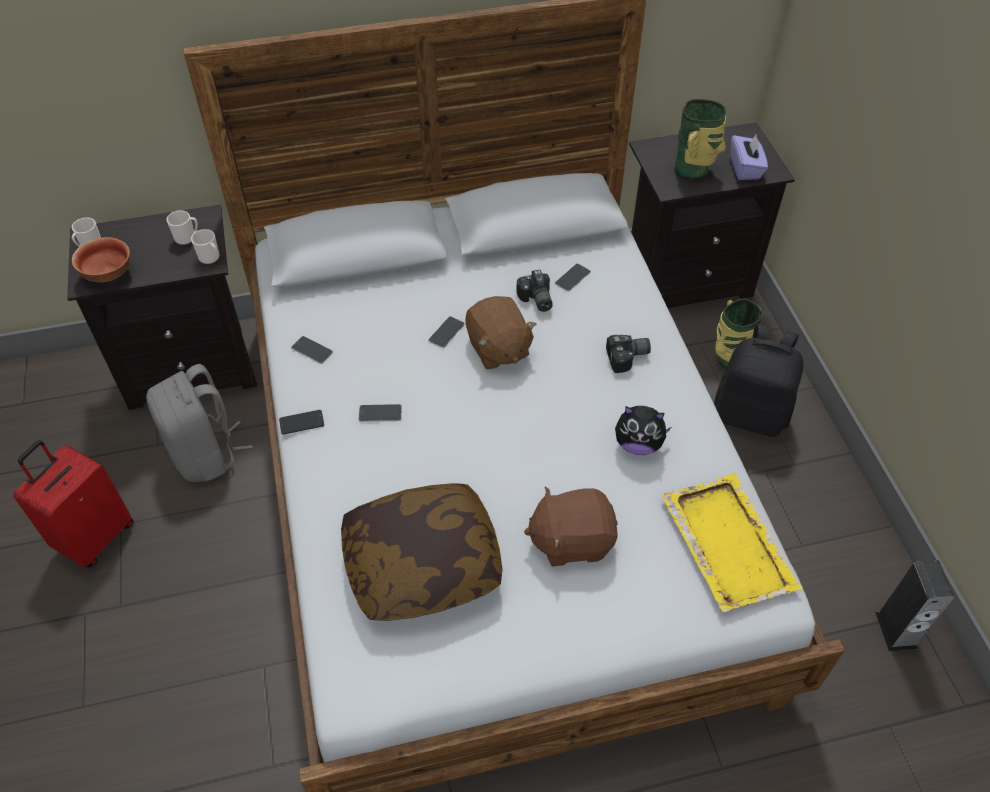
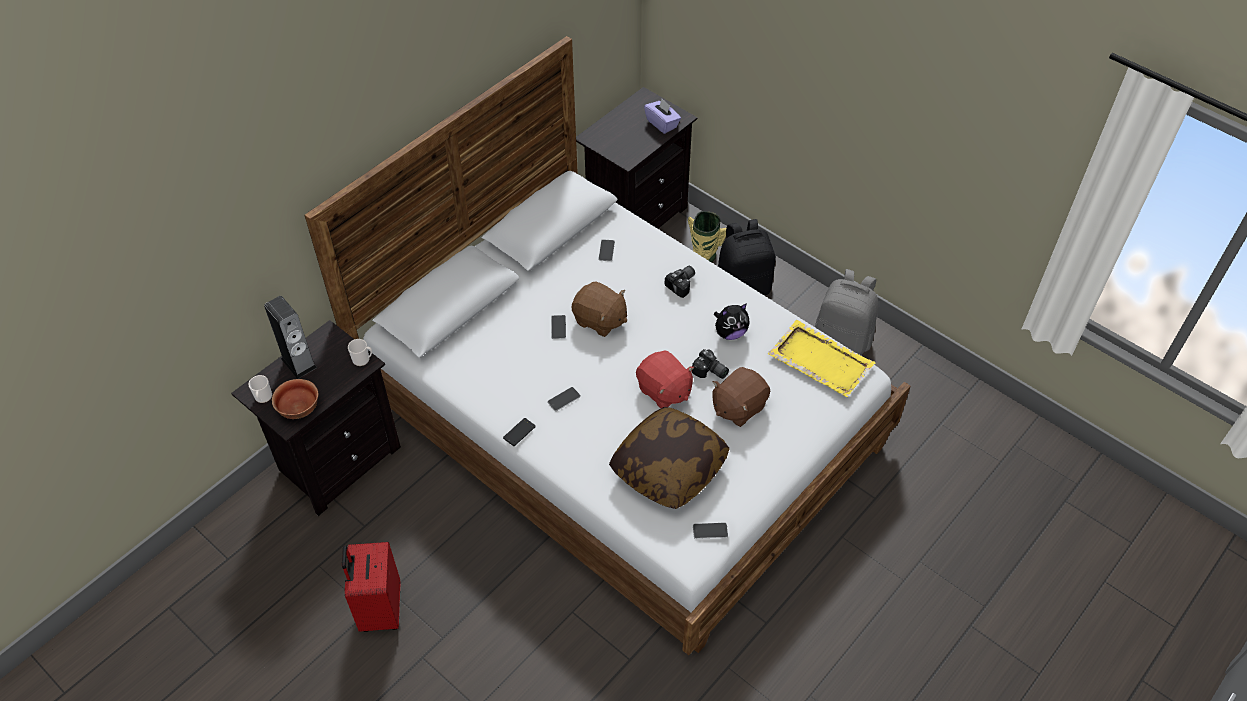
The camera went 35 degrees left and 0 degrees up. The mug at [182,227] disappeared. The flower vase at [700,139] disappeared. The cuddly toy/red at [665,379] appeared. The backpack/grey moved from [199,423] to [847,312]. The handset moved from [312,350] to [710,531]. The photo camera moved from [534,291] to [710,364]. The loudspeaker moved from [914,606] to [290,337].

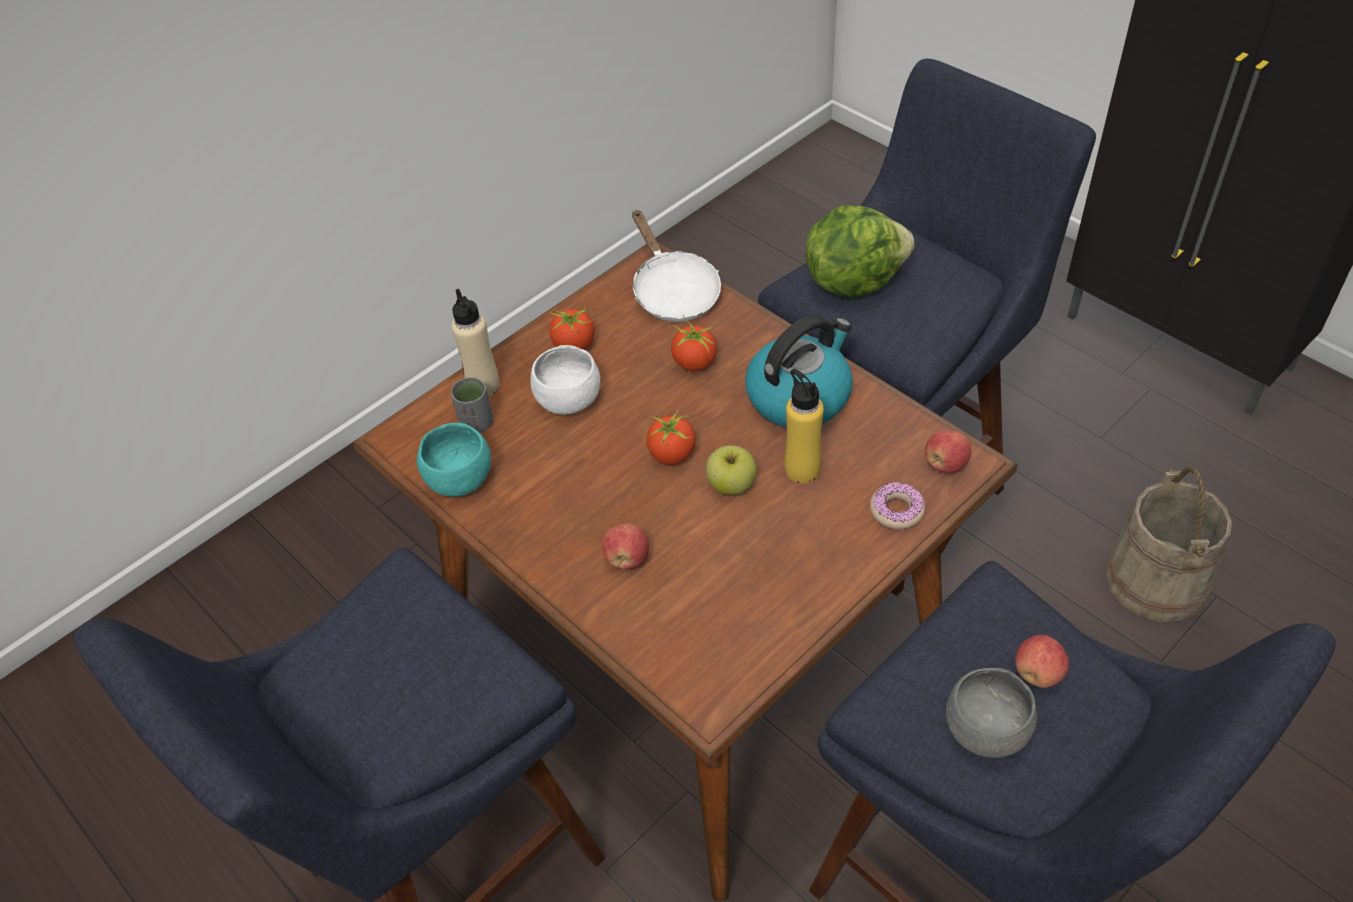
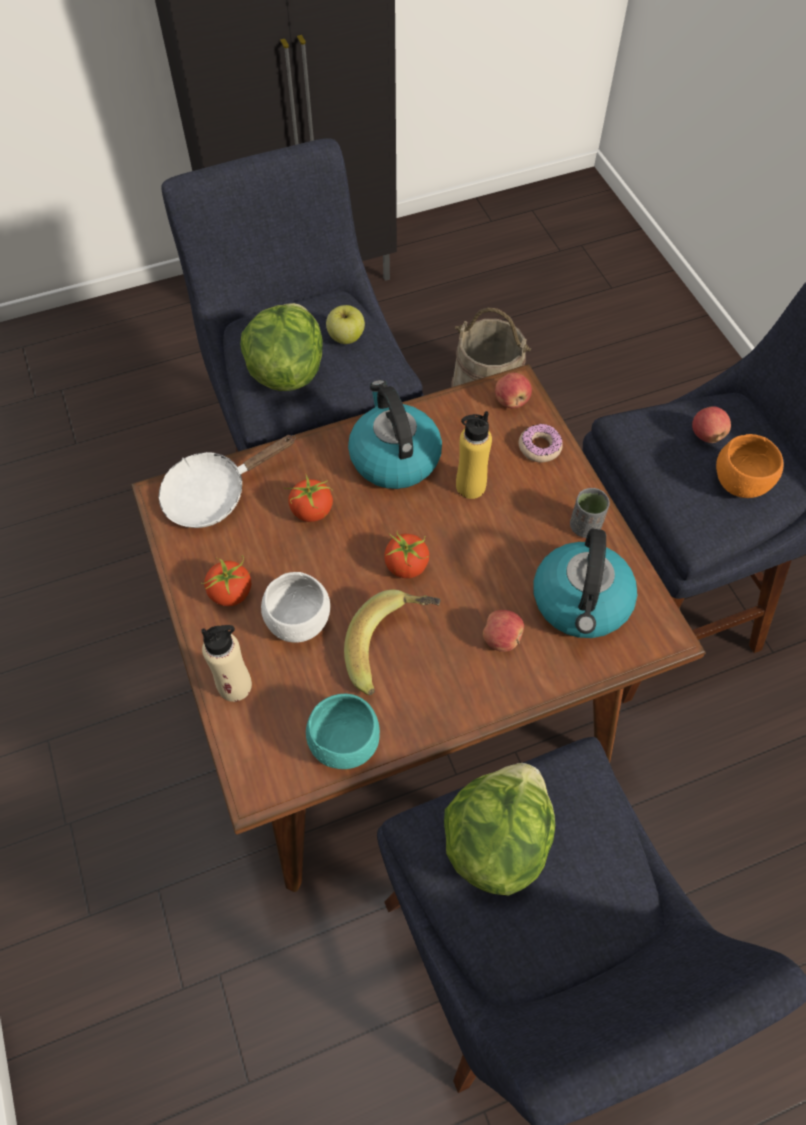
The camera went 70 degrees left and 10 degrees up. The banana fruit at [392,642] appeared. The head of lettuce at [499,829] appeared. The kettle at [585,583] appeared. The drinking cup/grey moved from [472,405] to [590,513]. The apple fruit moved from [731,470] to [345,324]. The serving bowl/grey at [991,713] became the serving bowl/orange-coloured at [749,466]. The frying pan/whitish at [676,266] turned 150 degrees clockwise.

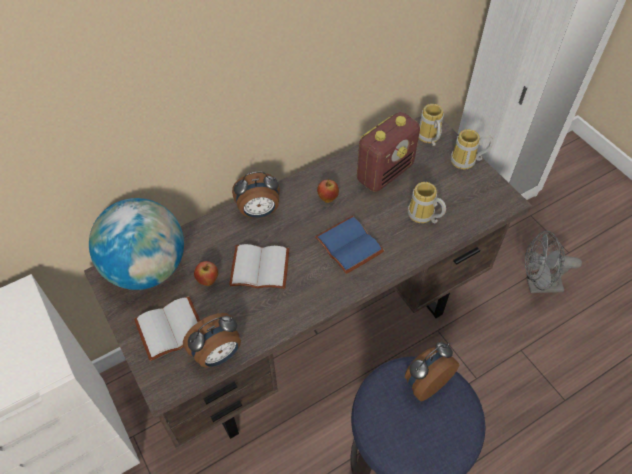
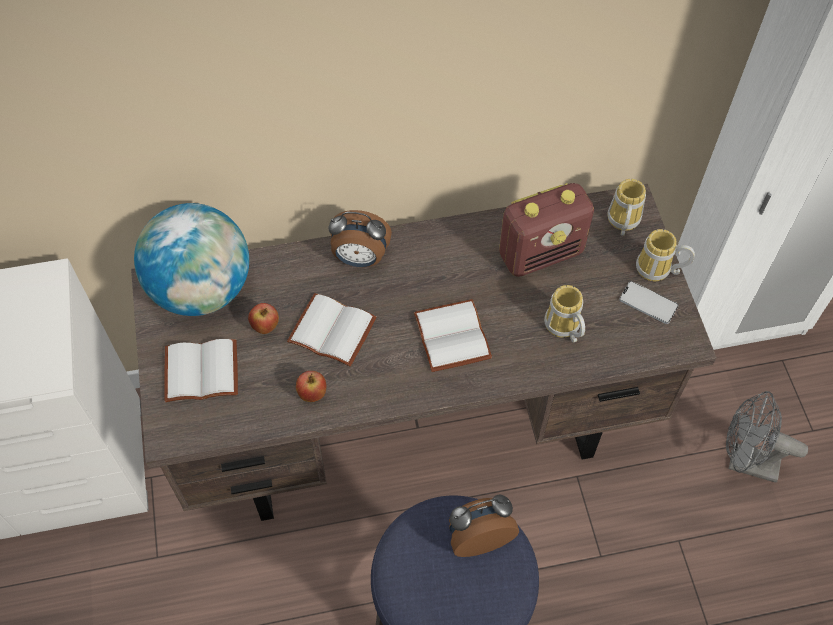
The camera went 20 degrees right and 5 degrees up. The alarm clock at [212,340] disappeared. The handset at [648,302] appeared. The apple fruit moved from [328,191] to [311,386]. The volume/blue-coloured at [349,245] became the volume/whitish at [453,335].

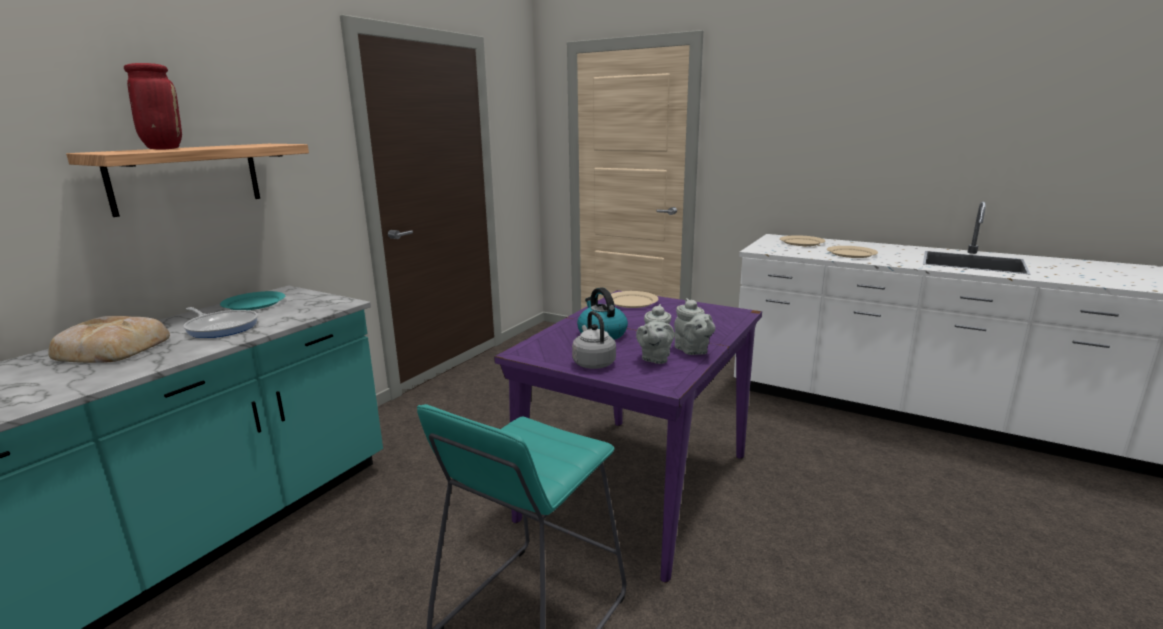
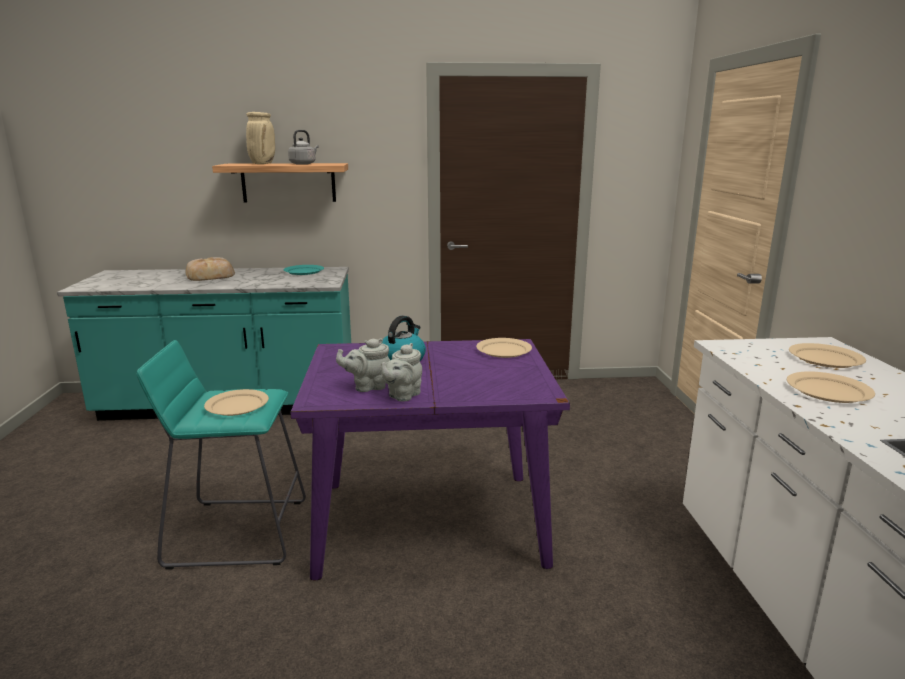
The camera went 55 degrees right and 0 degrees up. The frying pan at [220,322] disappeared. The flat dish/sand-coloured at [236,402] appeared. The kettle/grey moved from [594,340] to [303,147]. The flower vase/red at [153,106] became the flower vase/sand-coloured at [260,138].

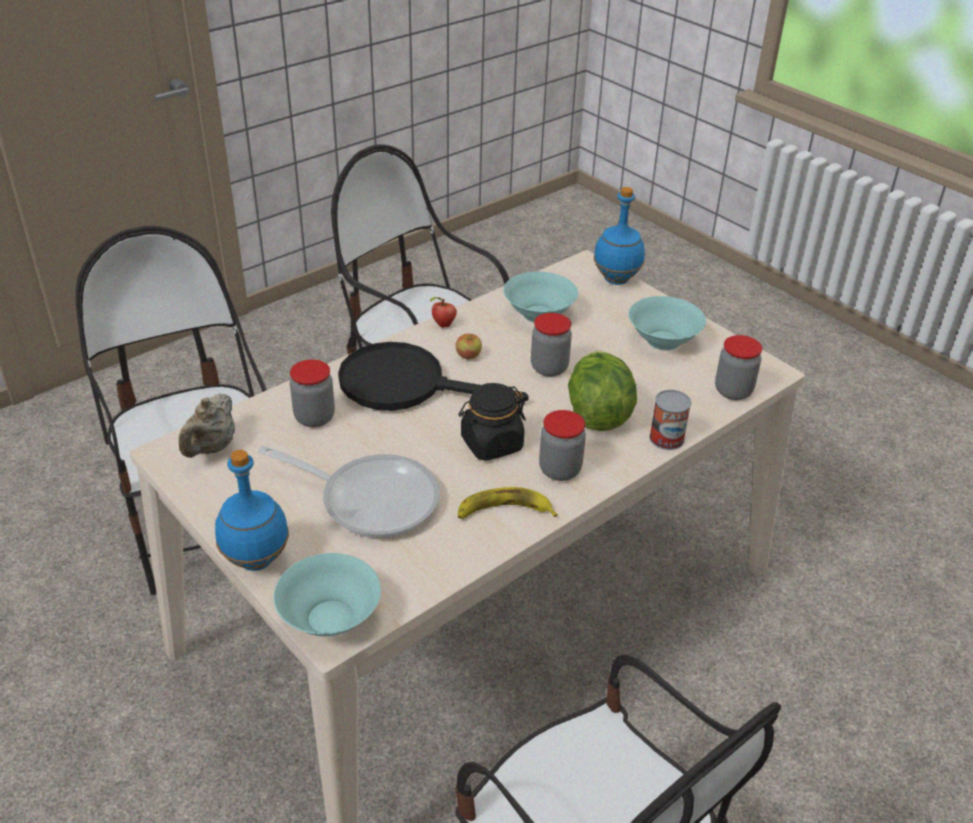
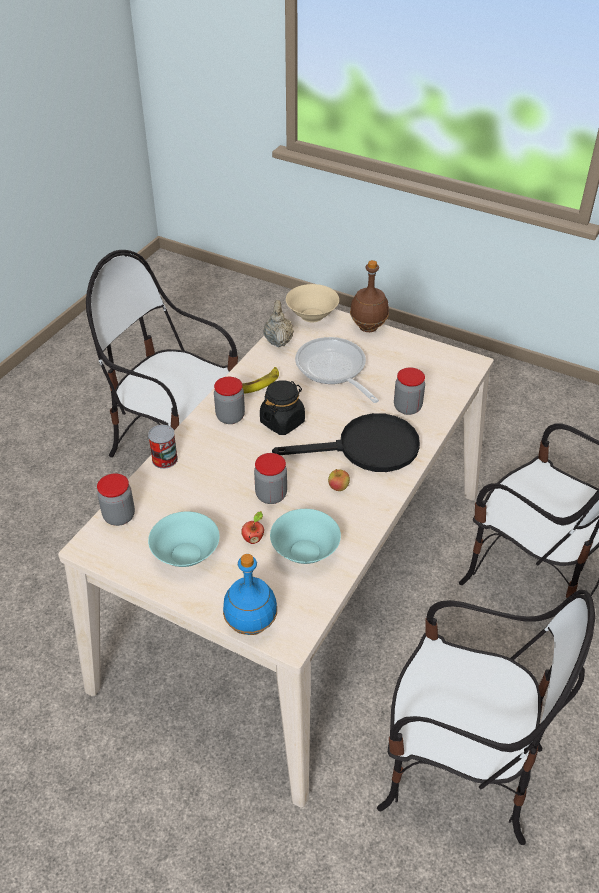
The camera went 160 degrees right and 5 degrees up. The head of lettuce at [602,390] disappeared. The pot for tea/sand-coloured moved from [207,425] to [278,323]. The apple fruit moved from [443,312] to [252,527]. The bottle/blue-coloured at [252,510] became the bottle/brown-coloured at [369,296]. The serving bowl/blue-green at [327,594] became the serving bowl/sand-coloured at [312,303]. The frying pan at [349,492] turned 60 degrees clockwise.

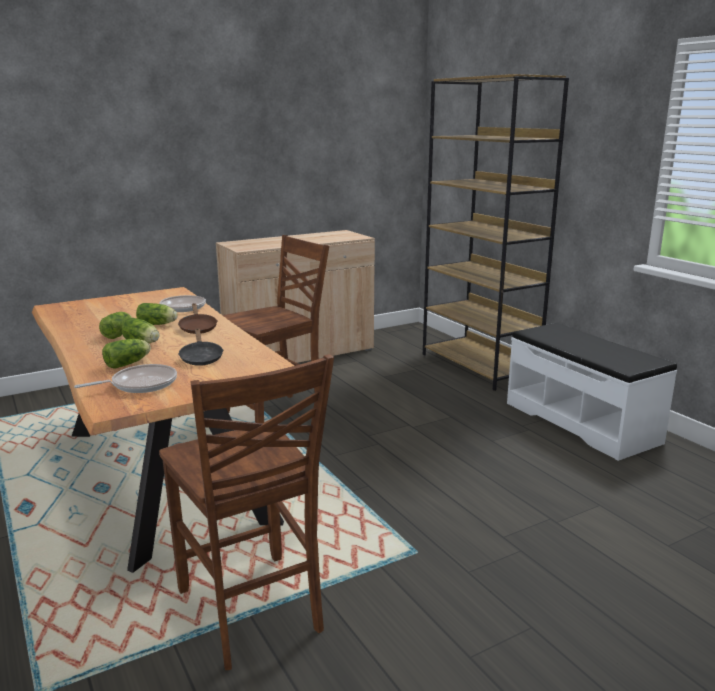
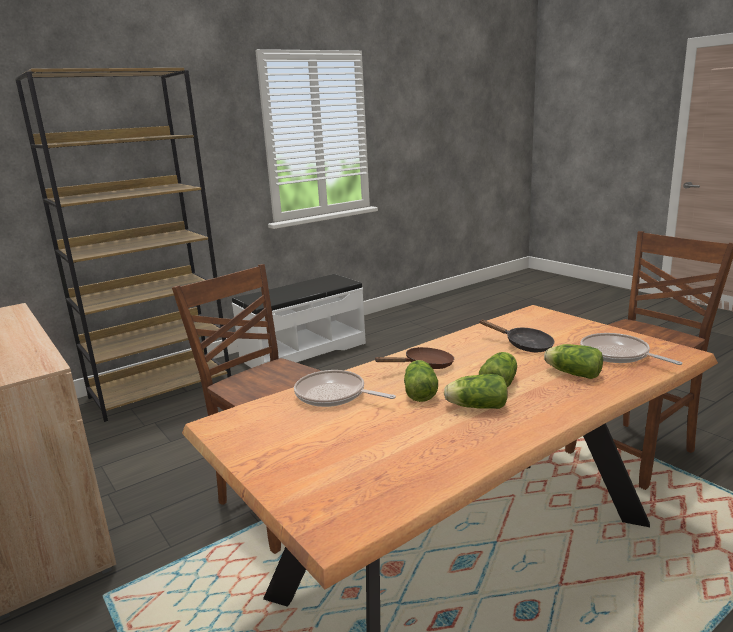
The camera went 95 degrees left and 0 degrees up. The frying pan/blackish at [201,347] turned 60 degrees clockwise.

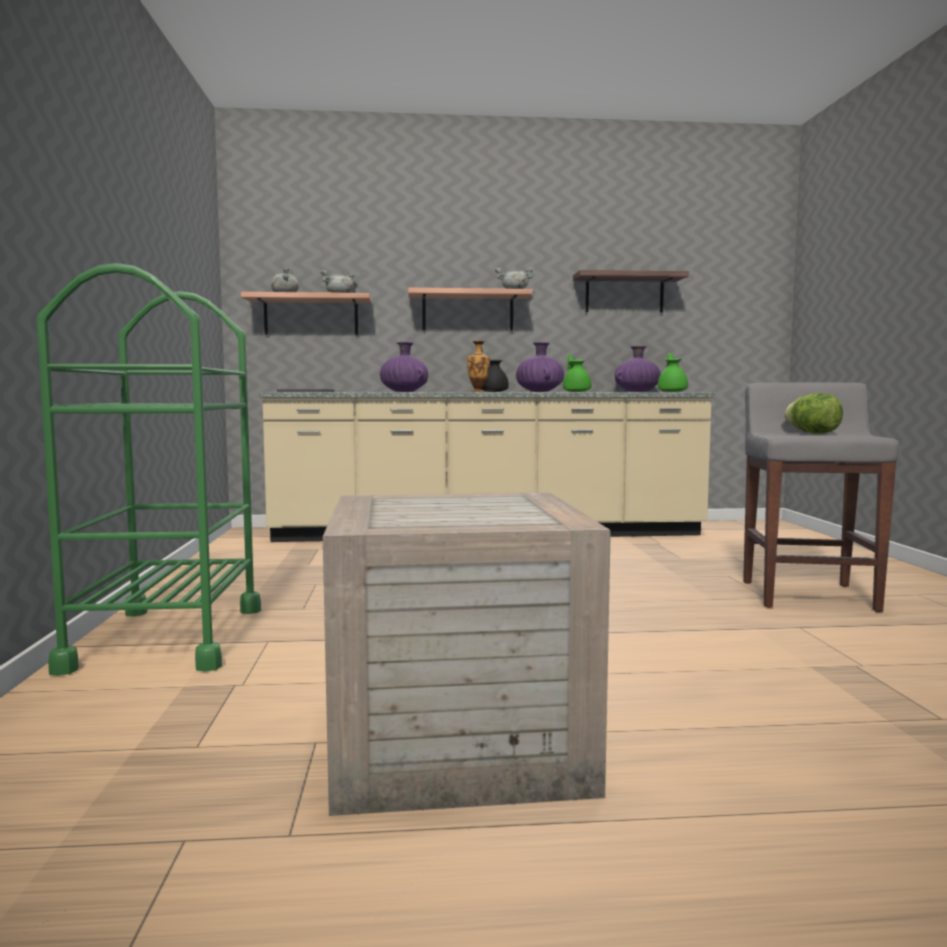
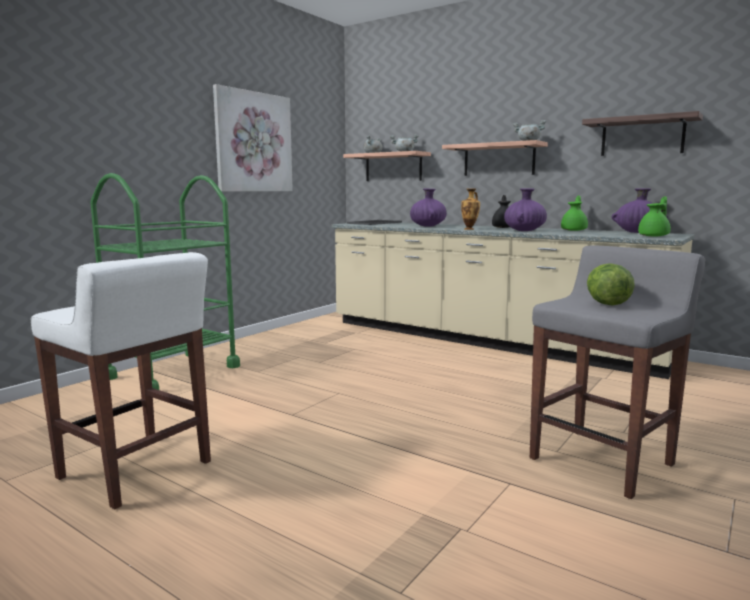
The camera went 40 degrees right and 5 degrees up. The wall art at [253,138] appeared. The crate at [467,654] was replaced by the sitting stool/whitish at [121,380].

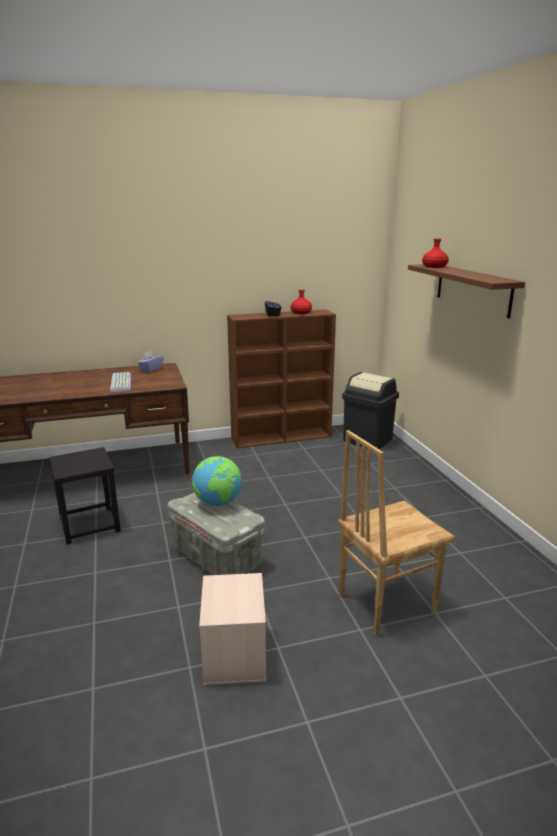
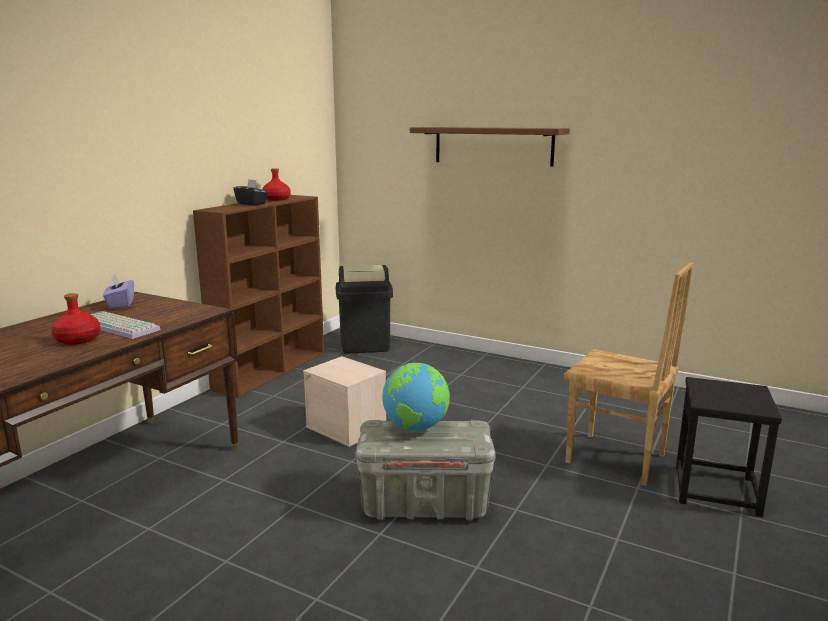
The camera went 45 degrees left and 5 degrees down. The sitting stool/blackish moved from [85,495] to [729,447]. The storage container/sand-coloured moved from [232,629] to [344,401]. The bottle/red moved from [435,253] to [76,319]. The chair/brown-coloured at [396,533] turned 75 degrees counterclockwise.

